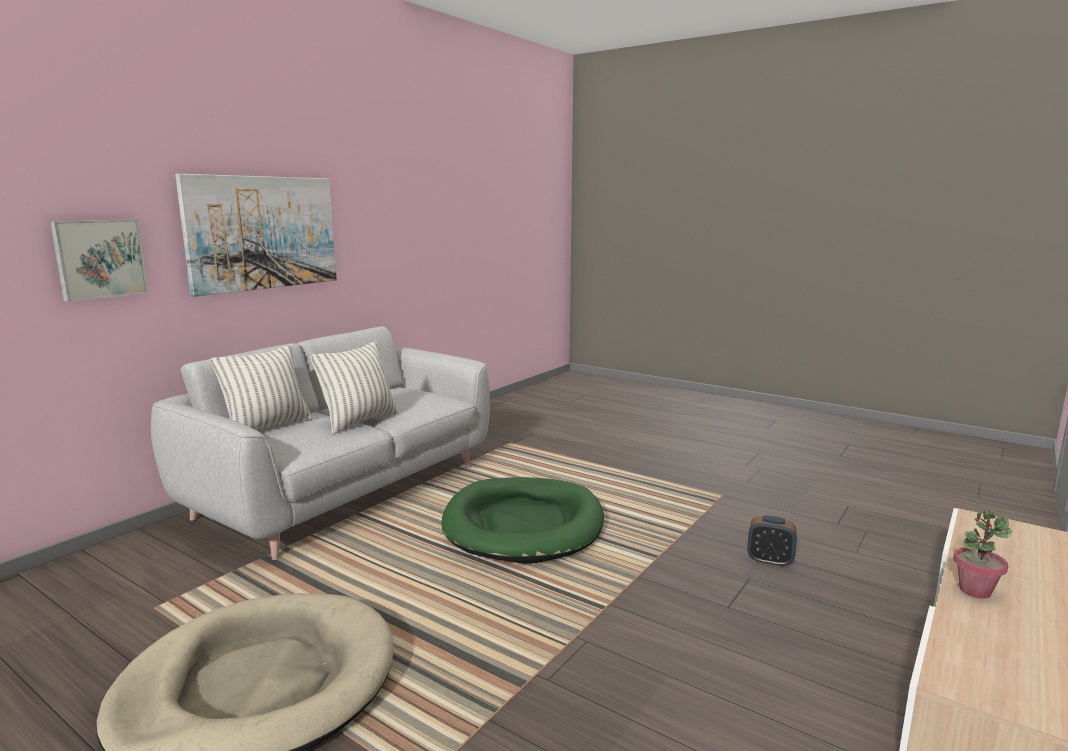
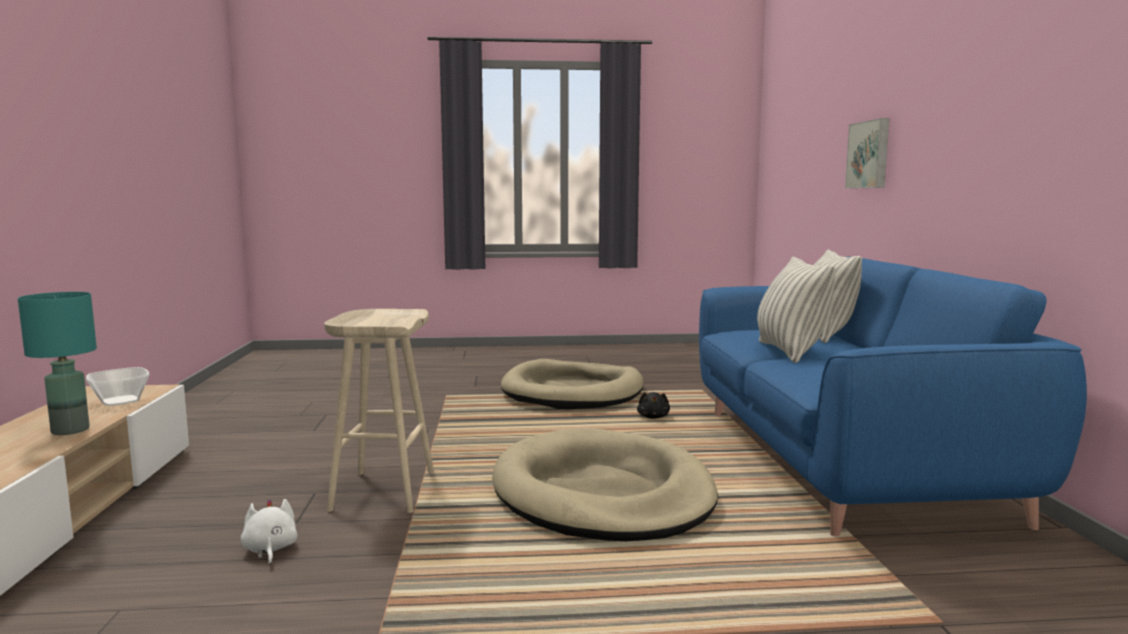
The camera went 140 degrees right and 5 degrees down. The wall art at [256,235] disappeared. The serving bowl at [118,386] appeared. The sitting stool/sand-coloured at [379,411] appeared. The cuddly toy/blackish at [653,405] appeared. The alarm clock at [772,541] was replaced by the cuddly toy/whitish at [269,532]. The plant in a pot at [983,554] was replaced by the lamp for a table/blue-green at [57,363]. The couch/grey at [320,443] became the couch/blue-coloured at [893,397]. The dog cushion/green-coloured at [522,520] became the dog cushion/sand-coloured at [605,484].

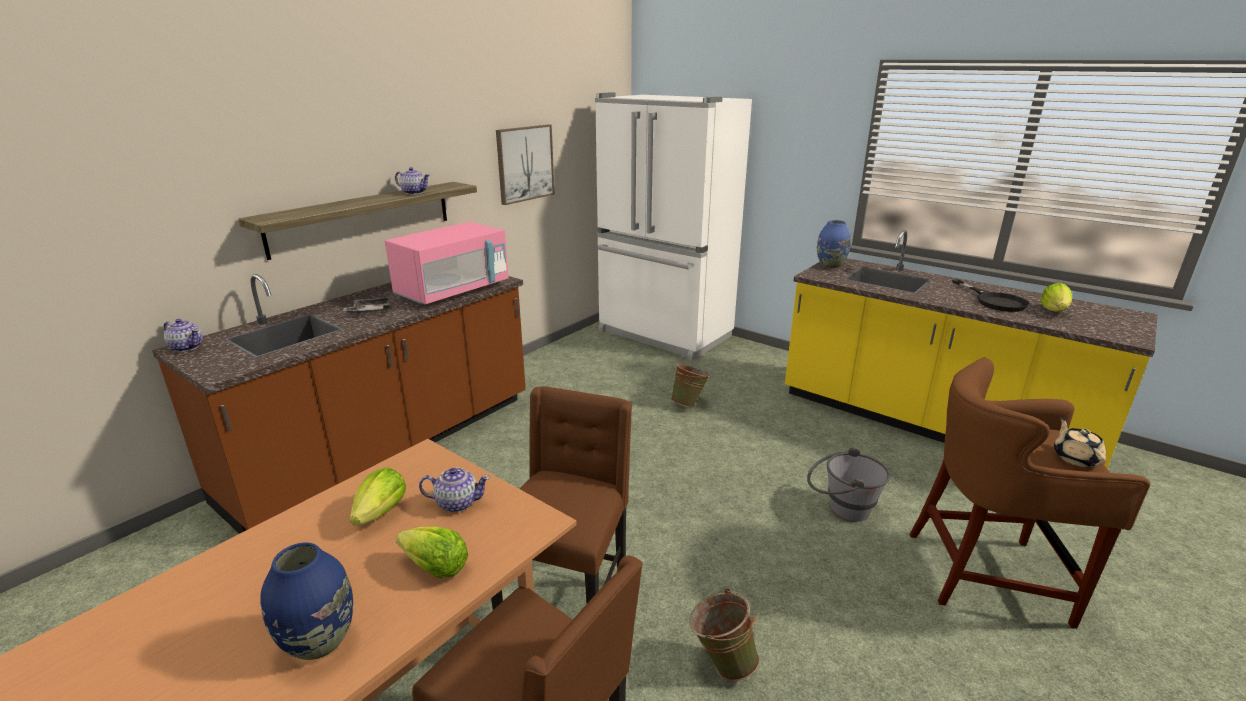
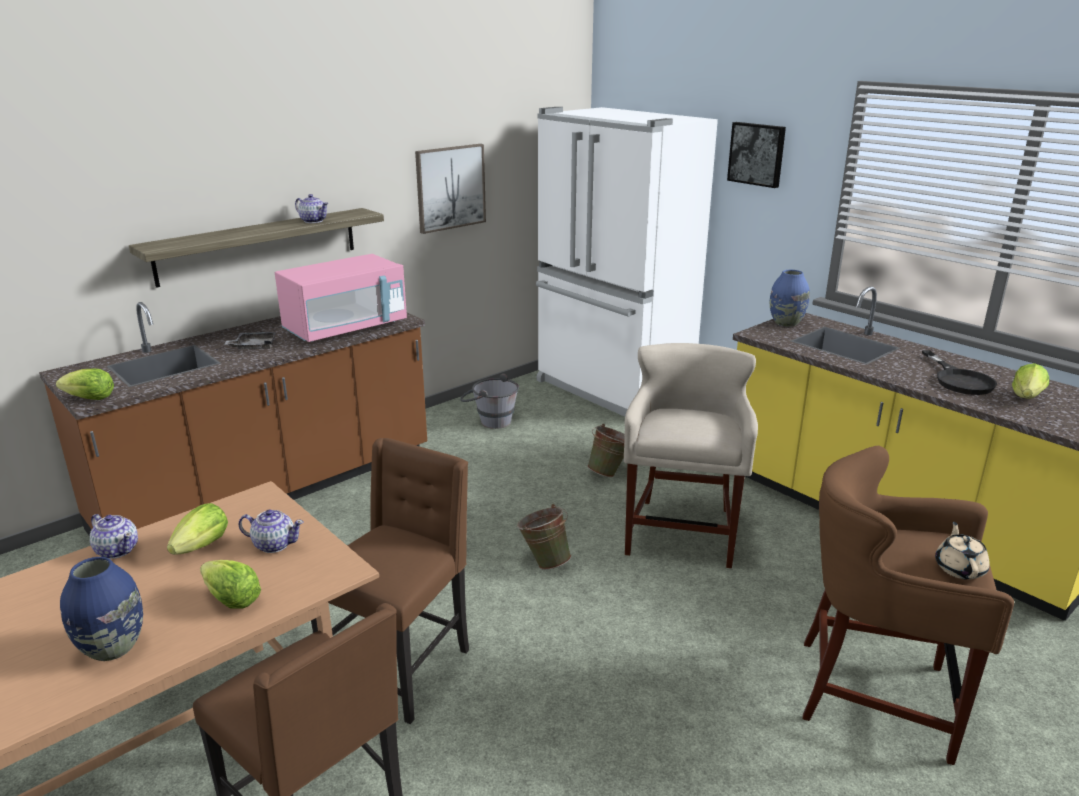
The camera went 10 degrees right and 0 degrees up. The head of lettuce at [85,384] appeared. The sitting stool/sand-coloured at [691,456] appeared. The wall art at [756,155] appeared. The pot for tea moved from [183,335] to [114,536]. The bucket/green-coloured moved from [724,634] to [544,537]. The bucket/grey moved from [848,484] to [489,401].

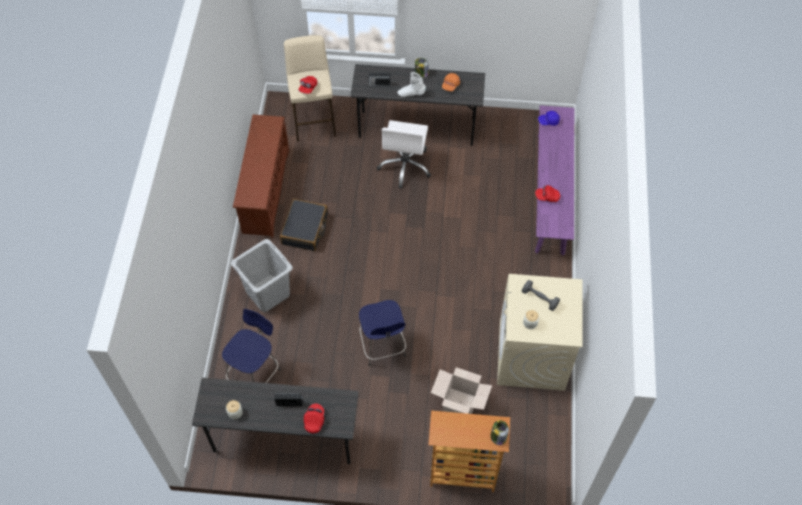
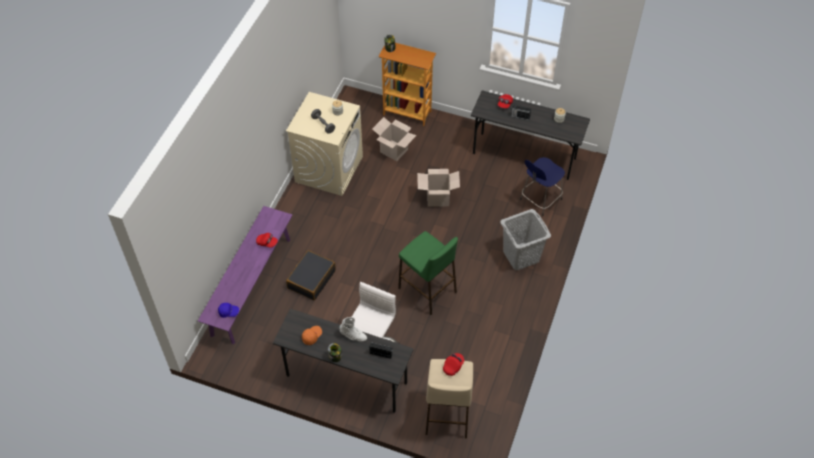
The camera went 165 degrees left and 5 degrees down. The shoe shelf/brown-coloured at [261,176] disappeared. The sitting stool/green-coloured at [428,273] appeared. The piece of luggage/blackish moved from [304,225] to [311,275]. The sitting stool/blue-coloured at [382,333] was replaced by the carton at [438,188].

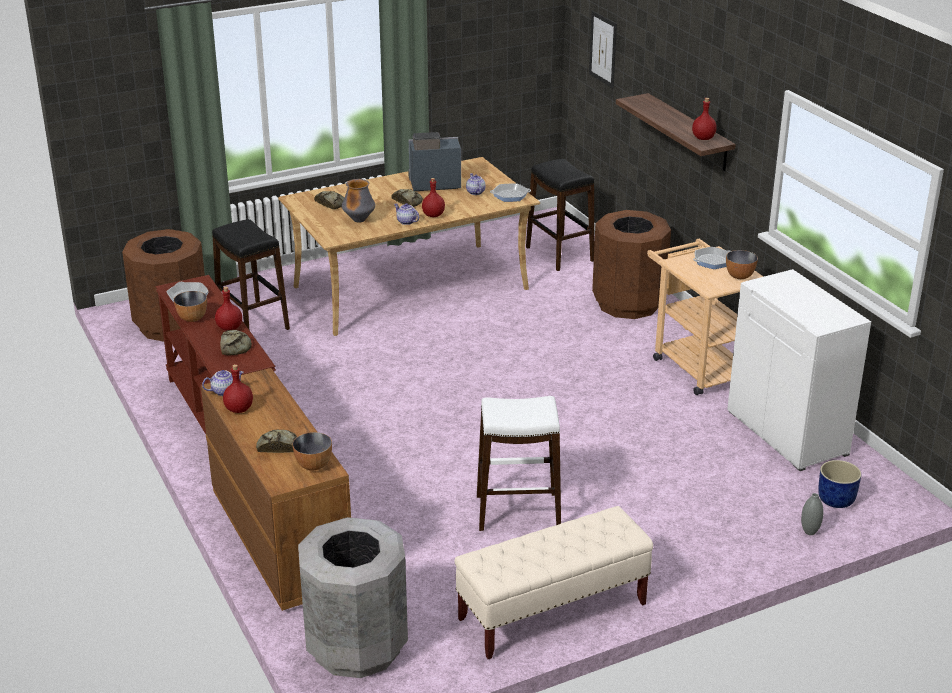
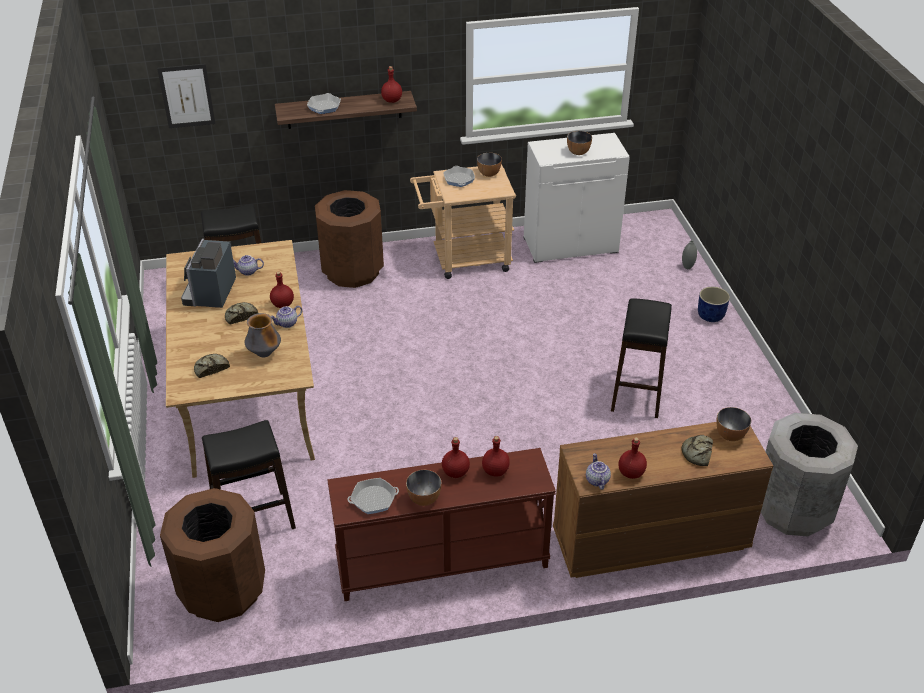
The camera went 75 degrees left and 10 degrees up. The bench/sand-coloured at [554,582] disappeared. The serving bowl at [579,143] appeared. The frying pan moved from [510,192] to [324,103]. The flower pot/blue-coloured moved from [840,484] to [714,304]. The bread at [236,342] was replaced by the bottle/red at [496,456]. The sitting stool/whitish at [519,463] became the sitting stool/blackish at [641,358].

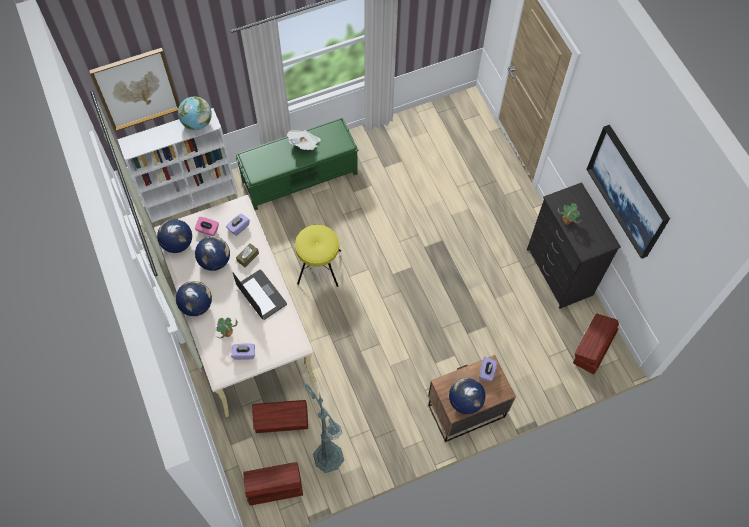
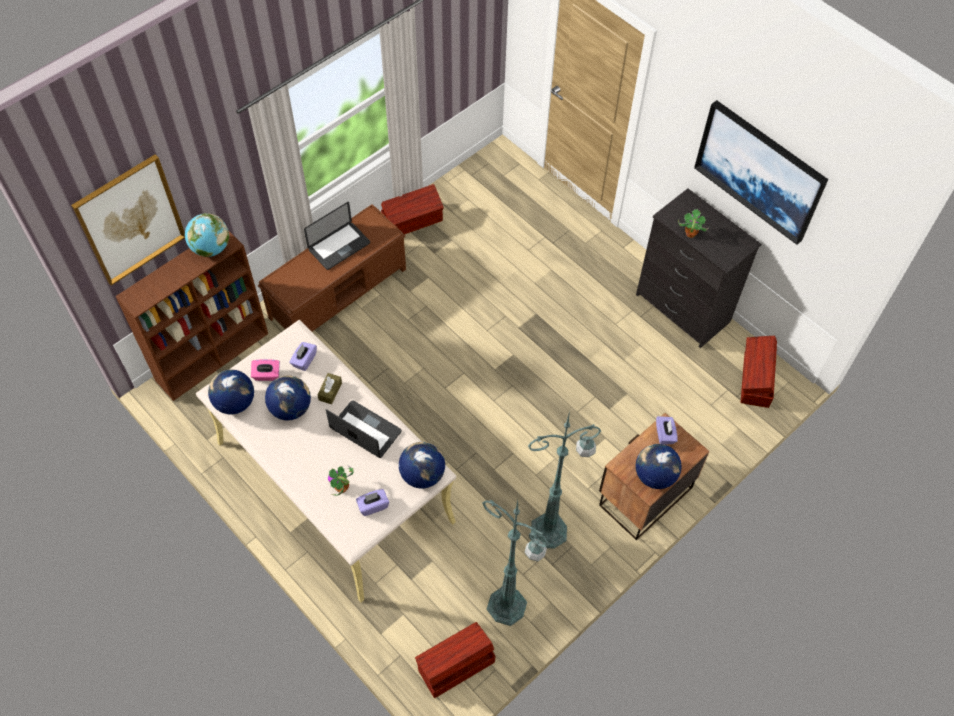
The camera went 20 degrees left and 5 degrees down. The sitting stool/yellow-coloured at [318,256] disappeared. The standing lamp/green-coloured at [564,480] appeared. The desk globe moved from [194,298] to [422,465]. The storage container/brown-coloured moved from [280,416] to [412,209]. The newspaper at [304,140] was replaced by the notebook computer at [337,236]. The bookshelf/whitish at [177,165] became the bookshelf/brown-coloured at [192,315]. The bench/green-coloured at [297,164] became the bench/brown-coloured at [332,268].

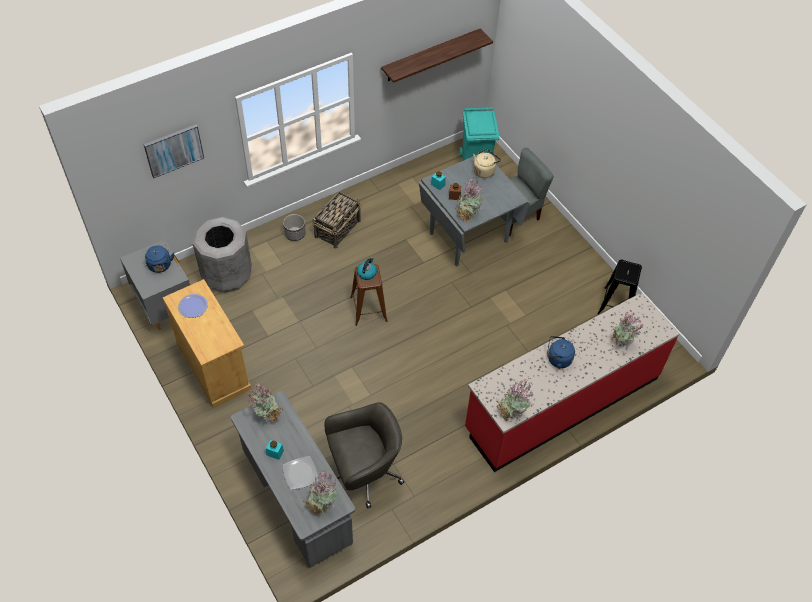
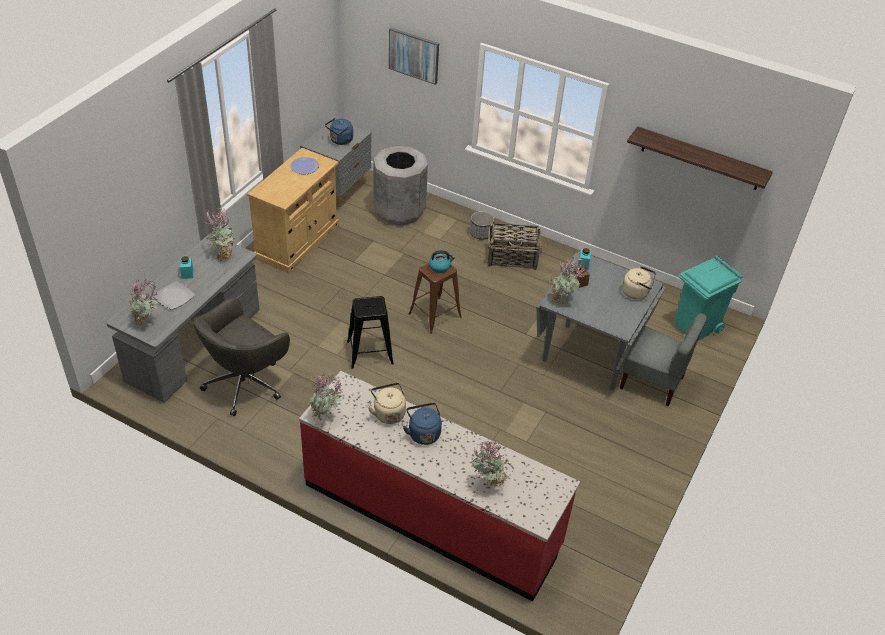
The camera went 60 degrees right and 10 degrees down. The kettle/sand-coloured at [387,403] appeared. The sitting stool/blackish moved from [619,287] to [370,332]. The office chair/grey at [364,455] turned 90 degrees clockwise.

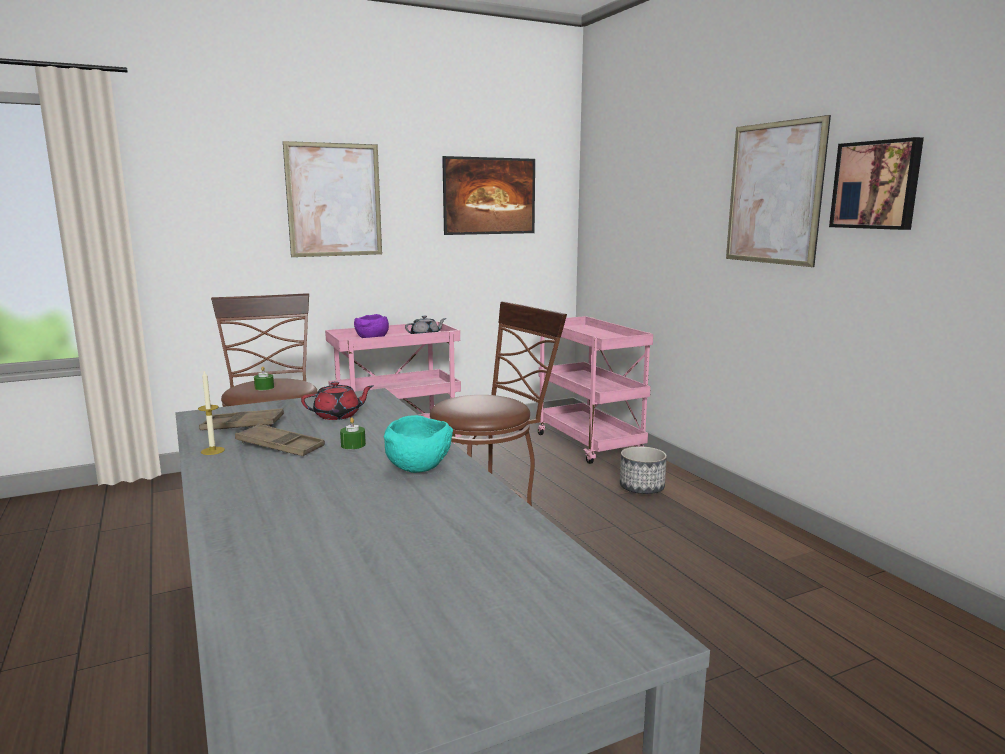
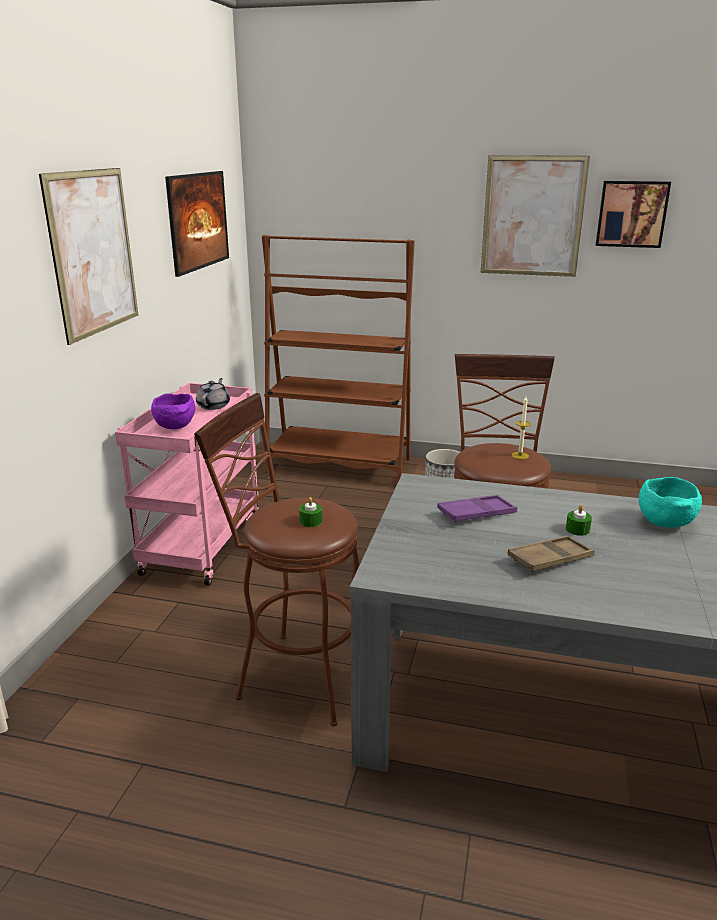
The camera went 50 degrees left and 10 degrees up. The carrying tray/brown-coloured at [241,419] disappeared. The candle moved from [211,413] to [521,428]. The pot for tea/red at [337,400] was replaced by the carrying tray/purple-coloured at [477,509]. The trolley/pink at [595,390] was replaced by the bookshelf/brown-coloured at [338,359].

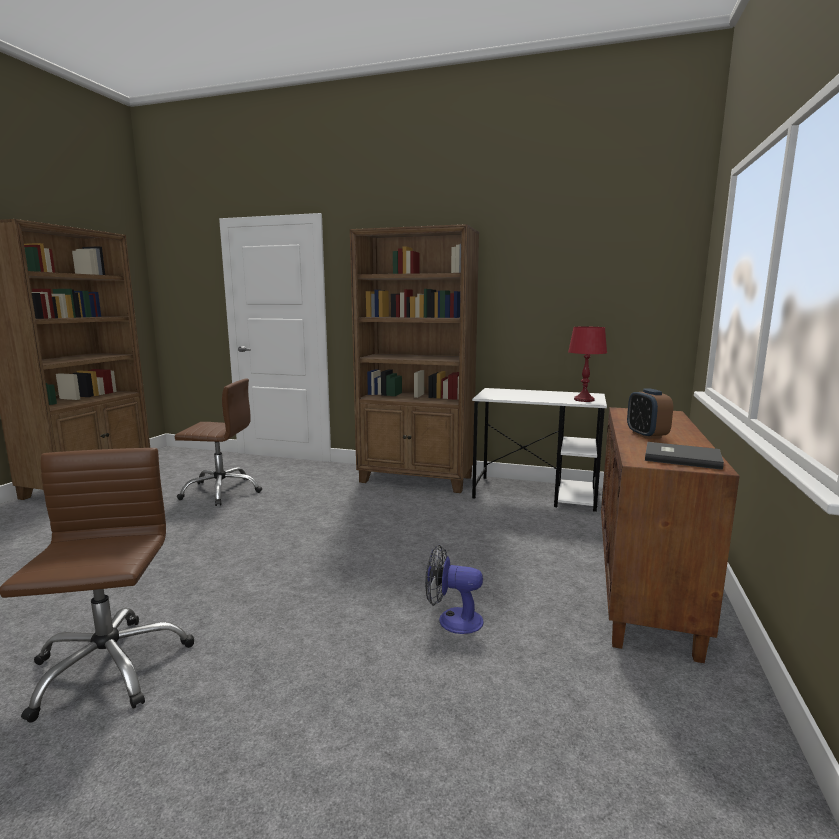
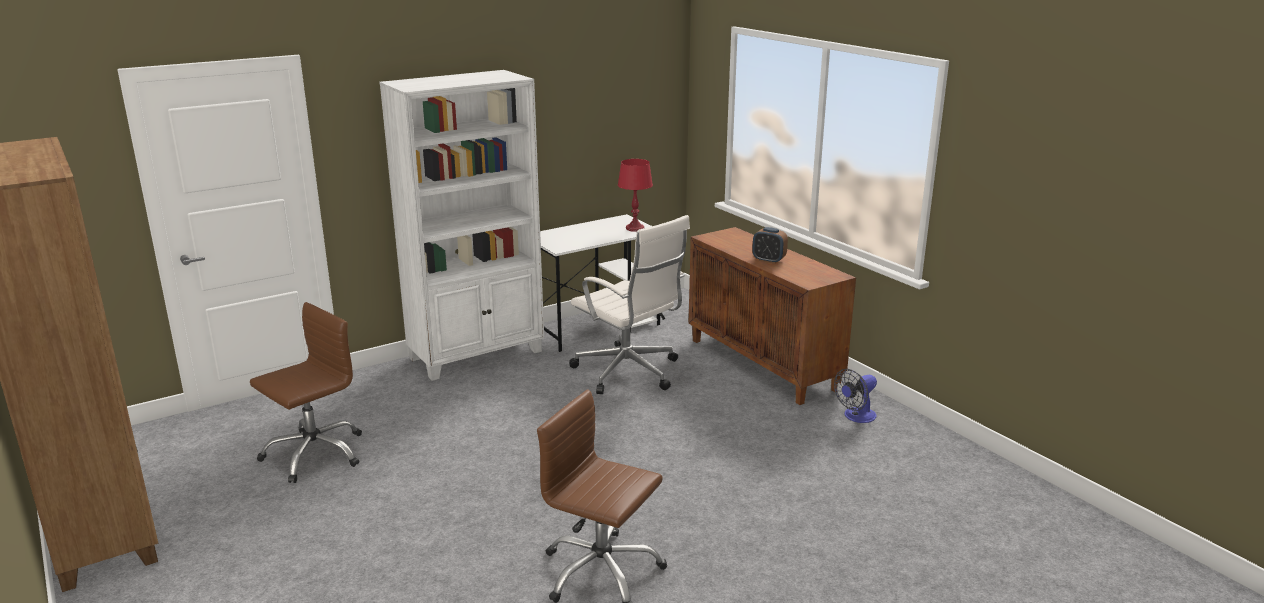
The camera went 50 degrees left and 10 degrees up. The volume/grey at [684,456] disappeared. The office chair/whitish at [629,304] appeared. The electric fan moved from [454,589] to [855,396]. The bookshelf/brown-coloured at [414,358] became the bookshelf/whitish at [461,225].

